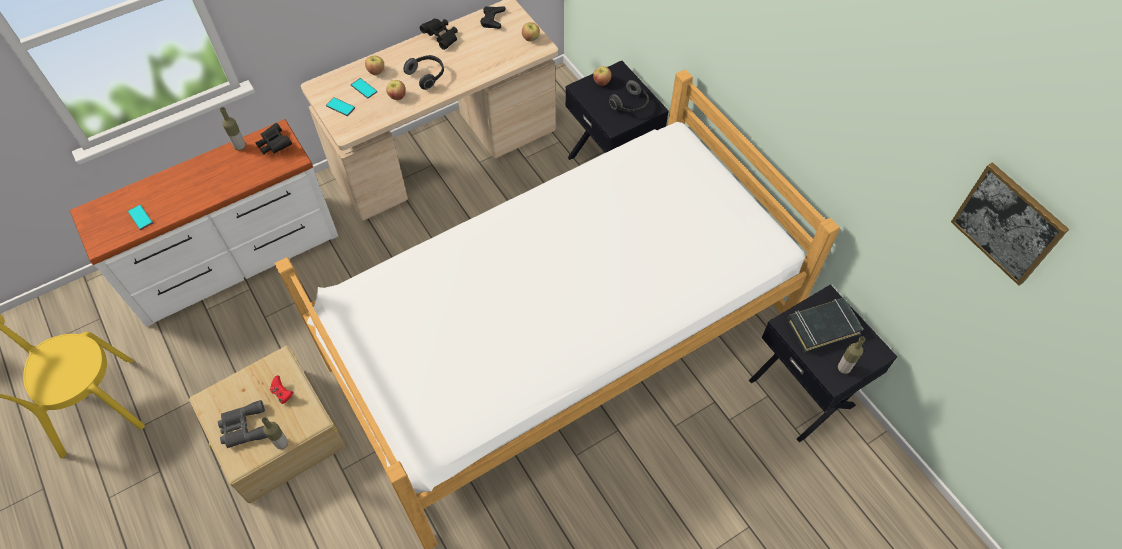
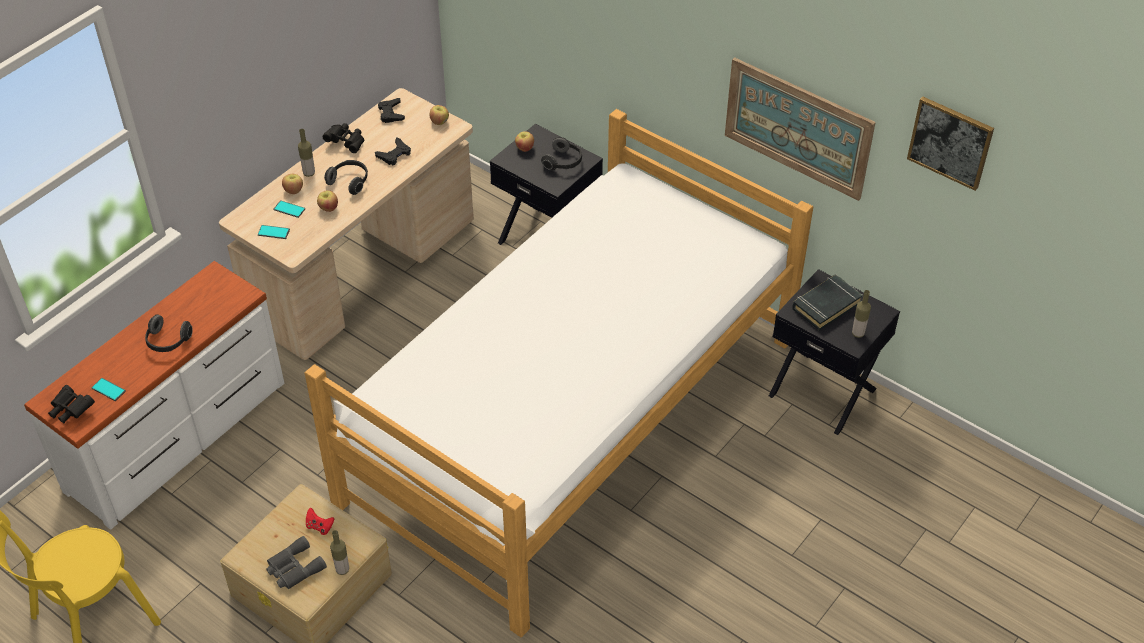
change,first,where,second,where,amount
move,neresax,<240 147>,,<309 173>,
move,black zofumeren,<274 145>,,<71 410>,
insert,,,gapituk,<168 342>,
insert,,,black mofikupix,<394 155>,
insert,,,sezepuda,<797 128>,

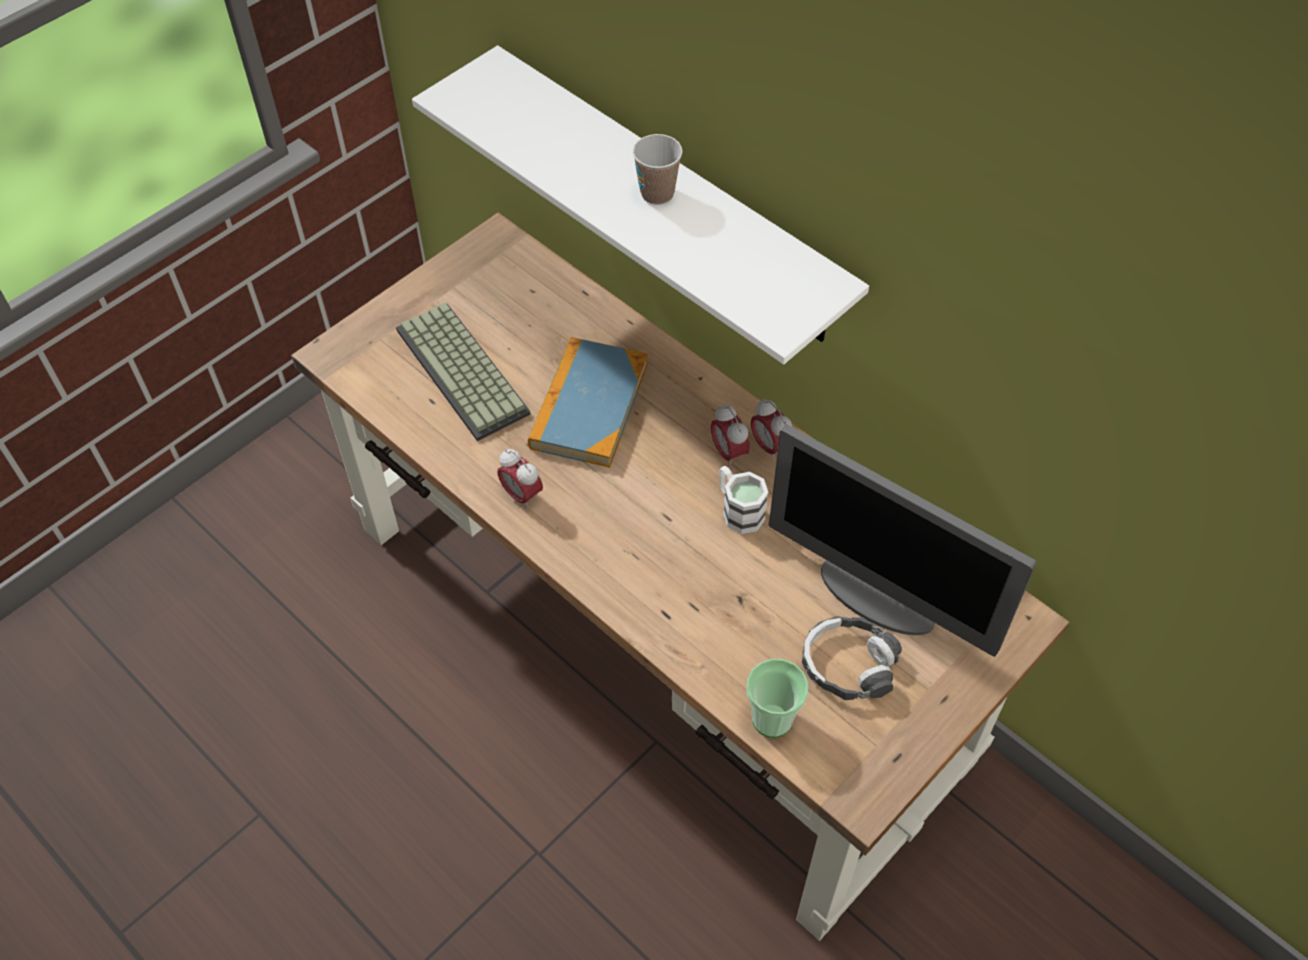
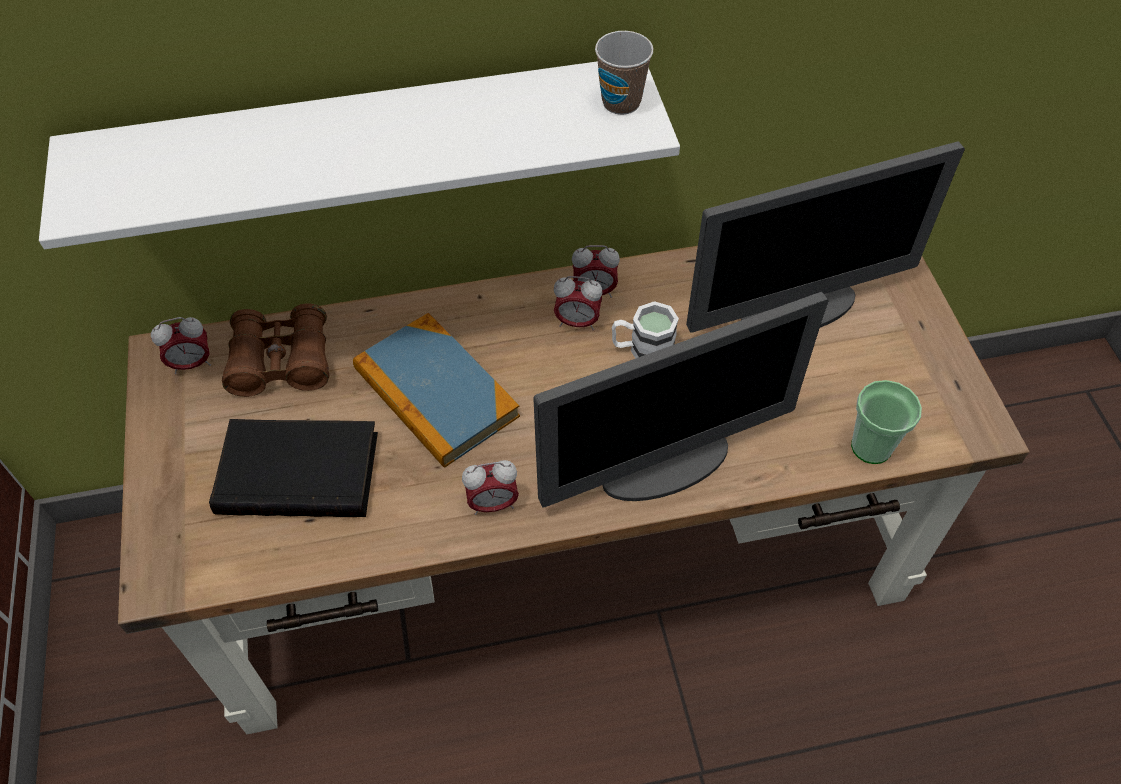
change,first,where,second,where,amount
replace,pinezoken,<465 371>,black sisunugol,<300 470>,
move,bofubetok,<657 193>,,<621 102>,
delete,gapituk,<848 665>,,,
insert,,,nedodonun,<192 364>,
insert,,,brown zofumeren,<281 362>,
insert,,,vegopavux,<666 465>,

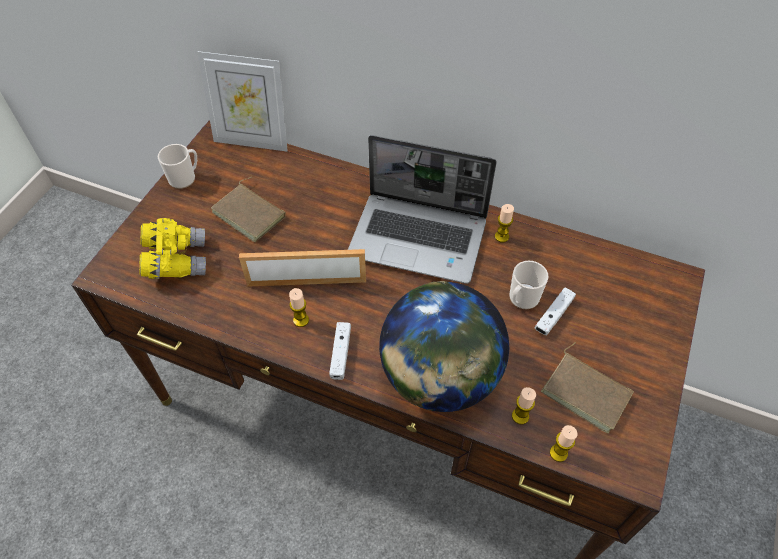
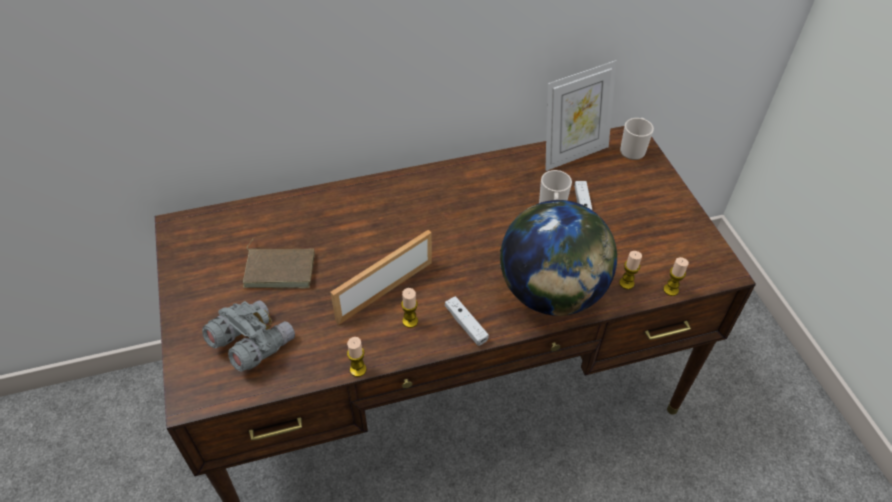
change,first,where,second,where,amount
recolor,yellow zofumeren,<176 260>,grey zofumeren,<251 344>,
move,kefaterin,<185 178>,,<633 149>,
move,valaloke,<252 141>,,<573 154>,
delete,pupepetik,<420 238>,,,
move,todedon,<501 236>,,<358 369>,
delete,brown sisunugol,<587 392>,,,

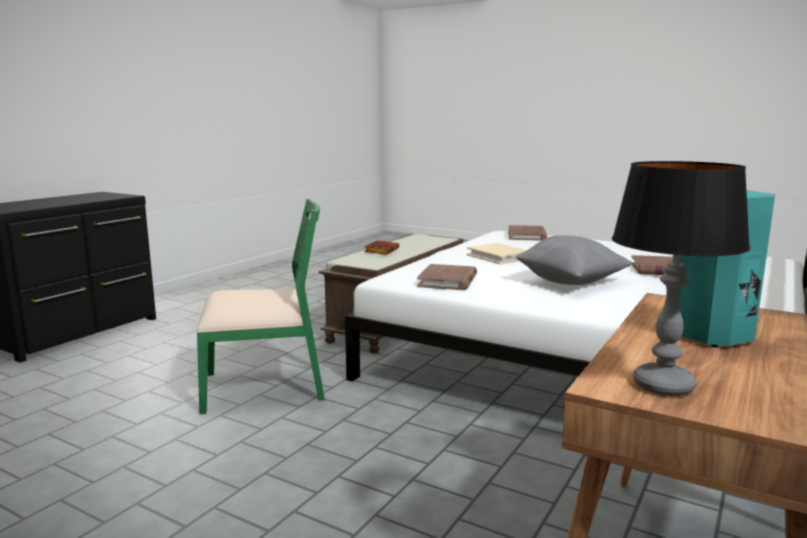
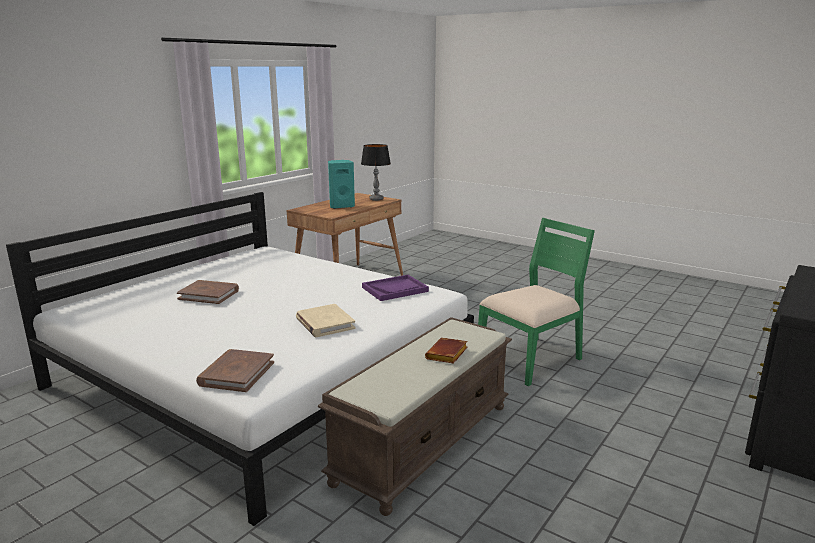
change,first,where,second,where,amount
rotate,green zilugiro,<264 387>,,<531 359>,150 degrees clockwise
replace,brown sisunugol,<448 281>,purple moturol,<395 289>,
delete,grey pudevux,<571 283>,,,

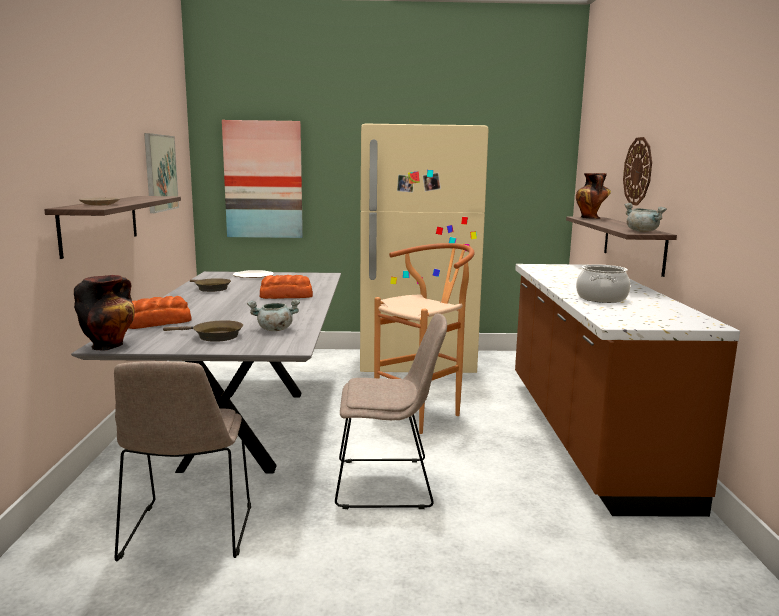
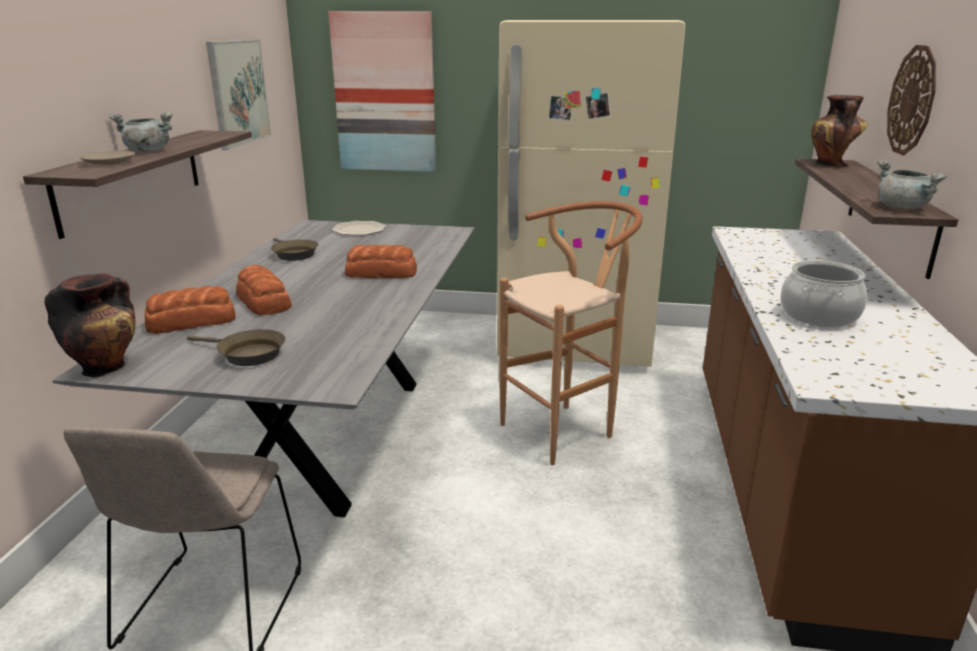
change,first,where,second,where,amount
move,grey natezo,<274 329>,,<146 151>,
delete,beige zilugiro,<388 483>,,,
insert,,,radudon,<263 302>,

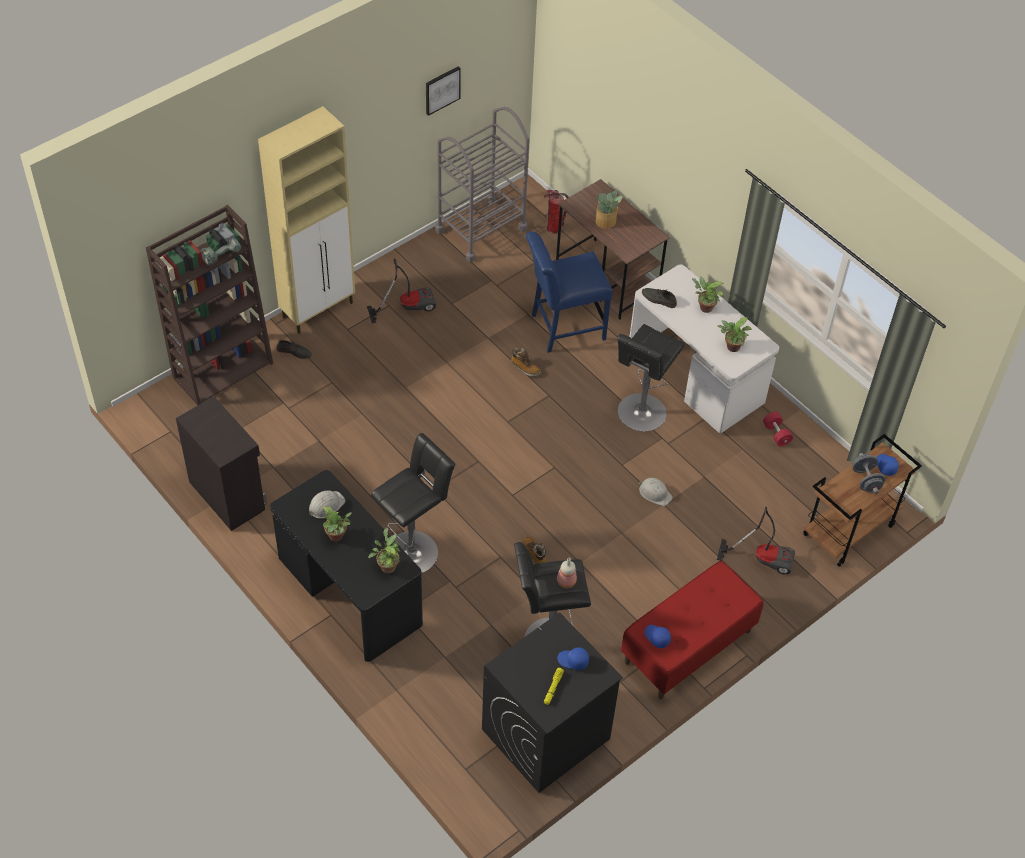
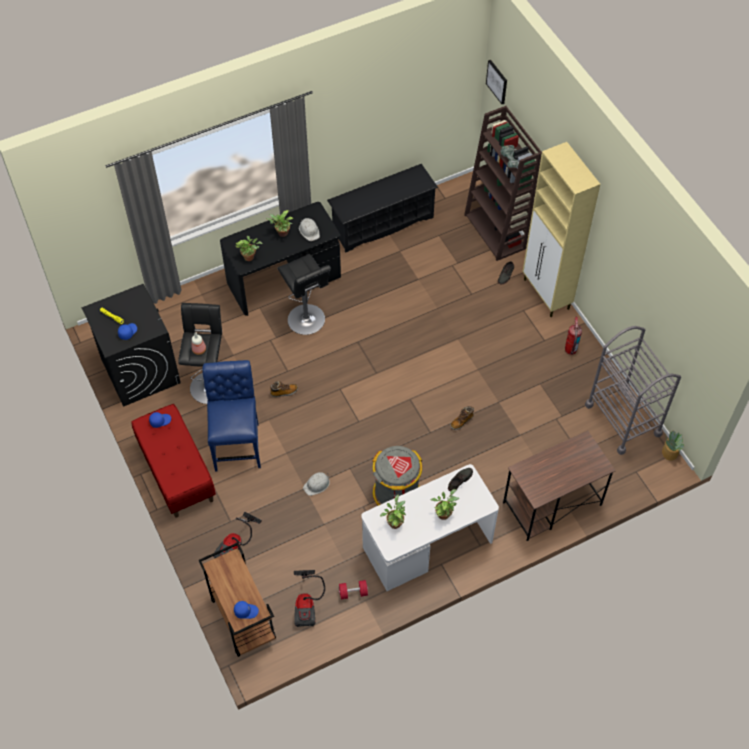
change,first,where,second,where,amount
replace,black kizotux,<228 495>,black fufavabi,<382 223>,
move,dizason,<407 305>,,<307 604>,
move,sezepuda,<442 90>,,<497 81>,
move,blue zilugiro,<563 327>,,<237 443>,
move,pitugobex,<554 228>,,<570 350>,
move,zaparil,<606 221>,,<669 453>,
replace,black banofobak,<640 415>,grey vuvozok,<396 493>,
delete,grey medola,<866 480>,,,

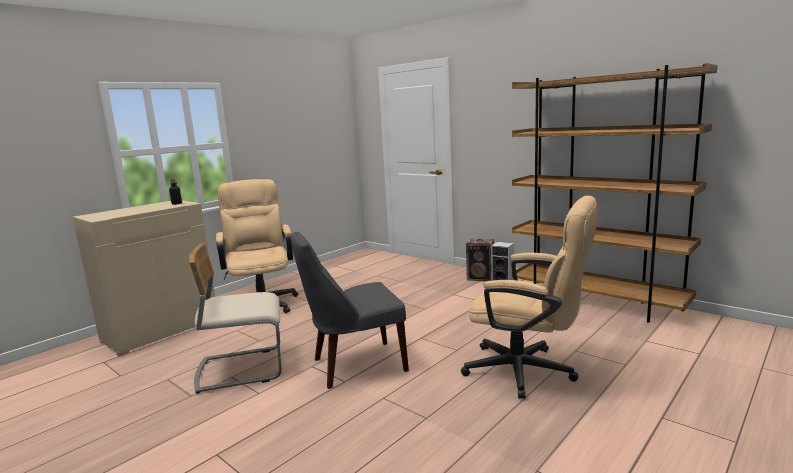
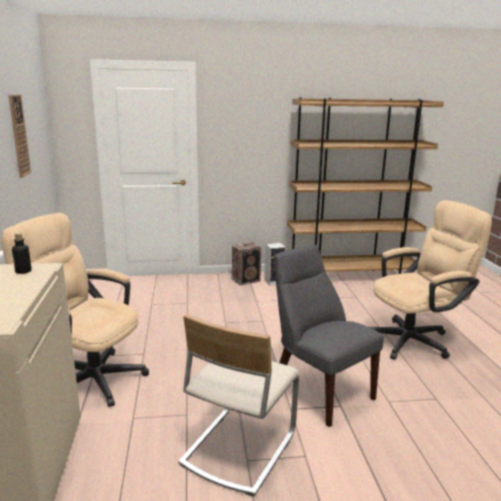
change,first,where,second,where,amount
rotate,grey zilugiro,<354 365>,,<318 390>,120 degrees clockwise
insert,,,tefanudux,<19 135>,

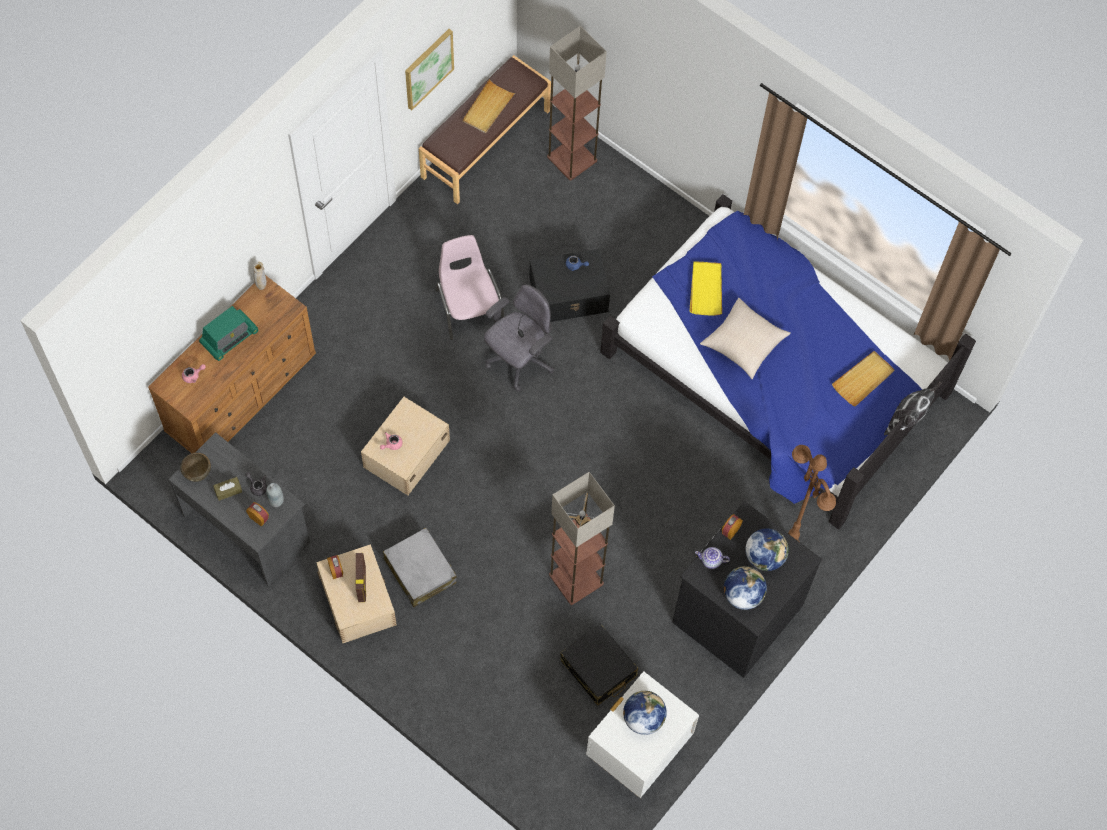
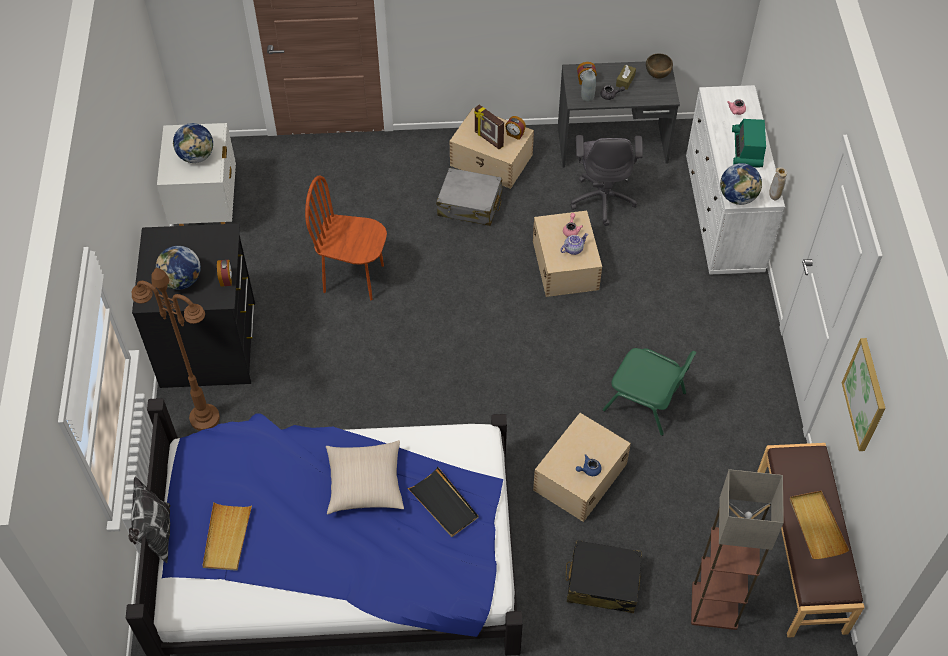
change,first,where,second,where,amount
recolor,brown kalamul,<242 393>,white kalamul,<723 215>,
recolor,pink zilugiro,<469 306>,green zilugiro,<646 401>,
move,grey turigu,<519 360>,,<603 199>,
recolor,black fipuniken,<569 295>,beige fipuniken,<579 477>,
replace,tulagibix,<576 580>,brown zilugiro,<354 278>,
move,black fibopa,<598 668>,,<602 582>,
recolor,yellow moturol,<706 289>,black moturol,<443 504>,
move,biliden,<711 561>,,<573 249>,
move,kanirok,<742 595>,,<738 197>,

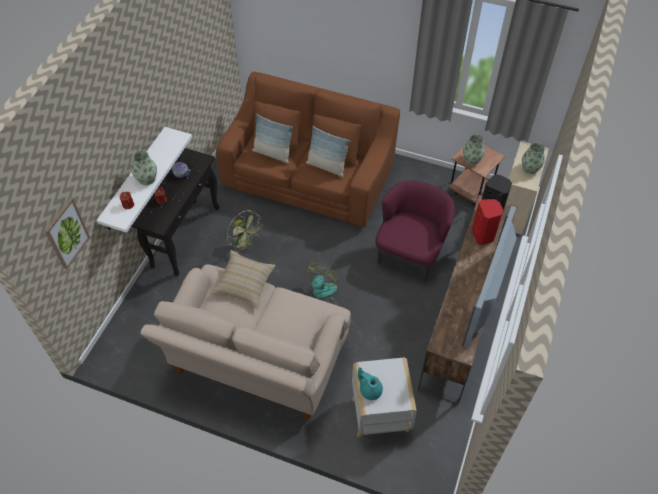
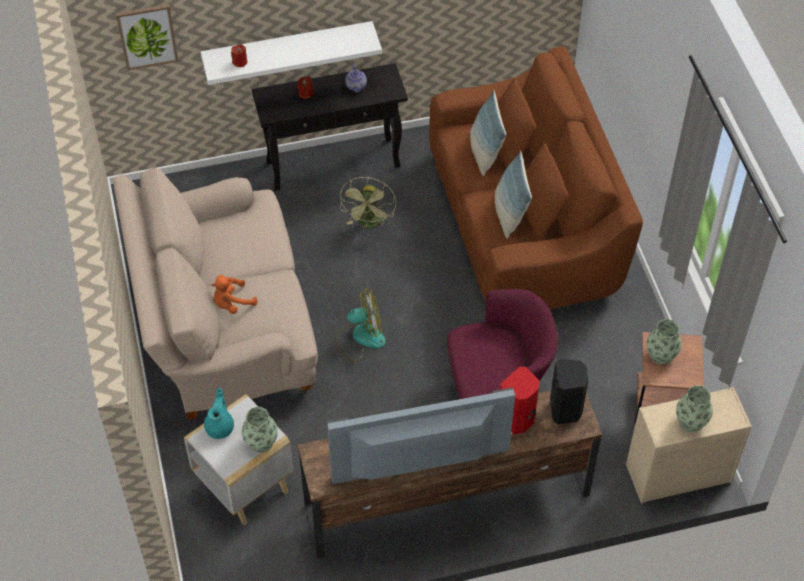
change,first,where,second,where,amount
move,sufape,<147 179>,,<261 442>,
delete,beige pudevux,<244 284>,,,
insert,,,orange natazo,<232 303>,

